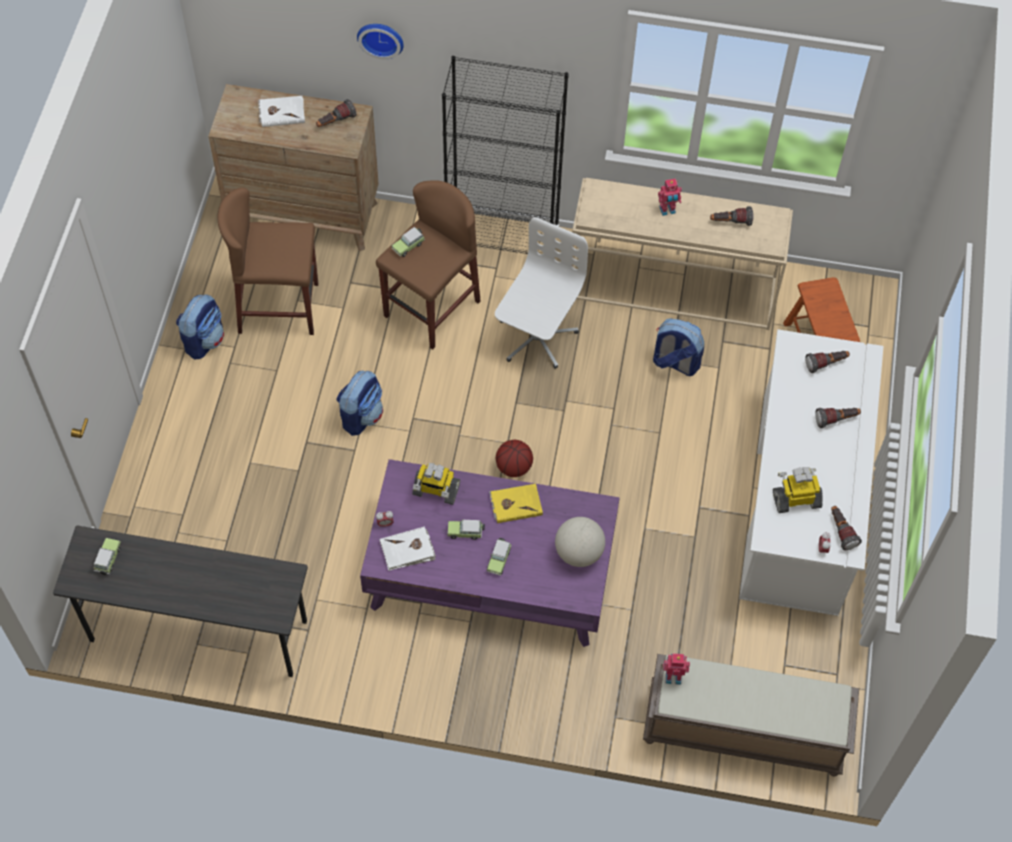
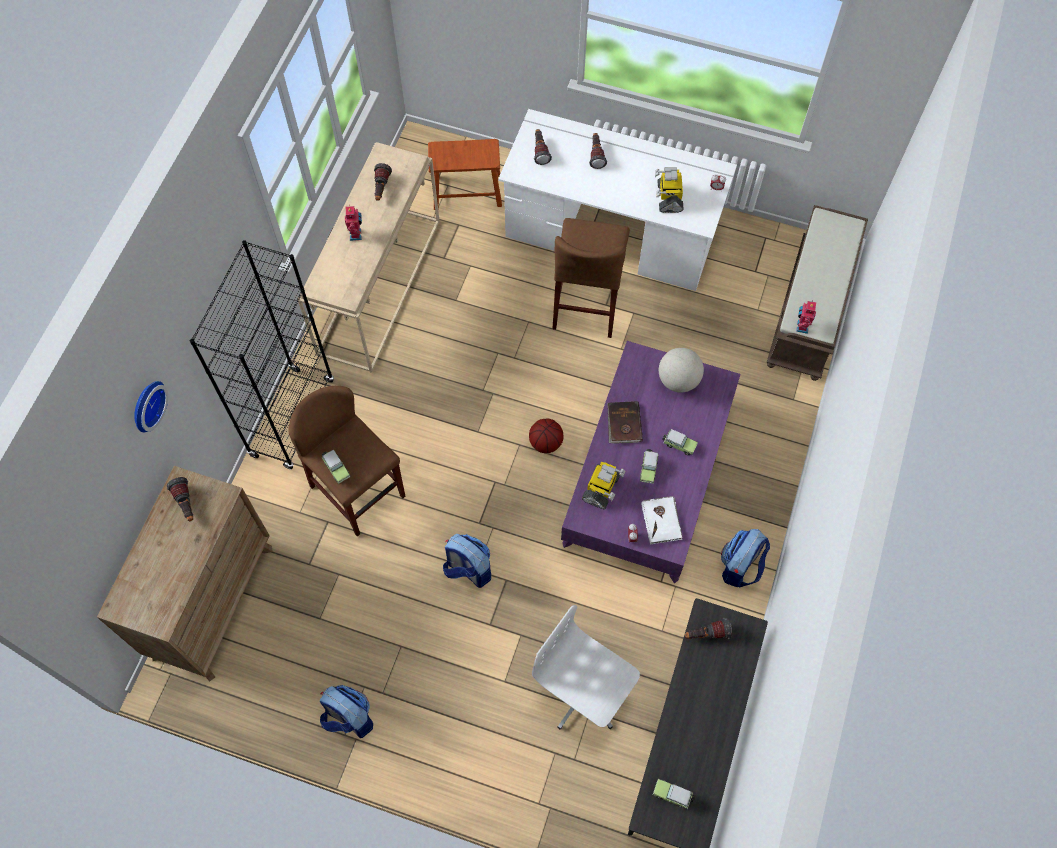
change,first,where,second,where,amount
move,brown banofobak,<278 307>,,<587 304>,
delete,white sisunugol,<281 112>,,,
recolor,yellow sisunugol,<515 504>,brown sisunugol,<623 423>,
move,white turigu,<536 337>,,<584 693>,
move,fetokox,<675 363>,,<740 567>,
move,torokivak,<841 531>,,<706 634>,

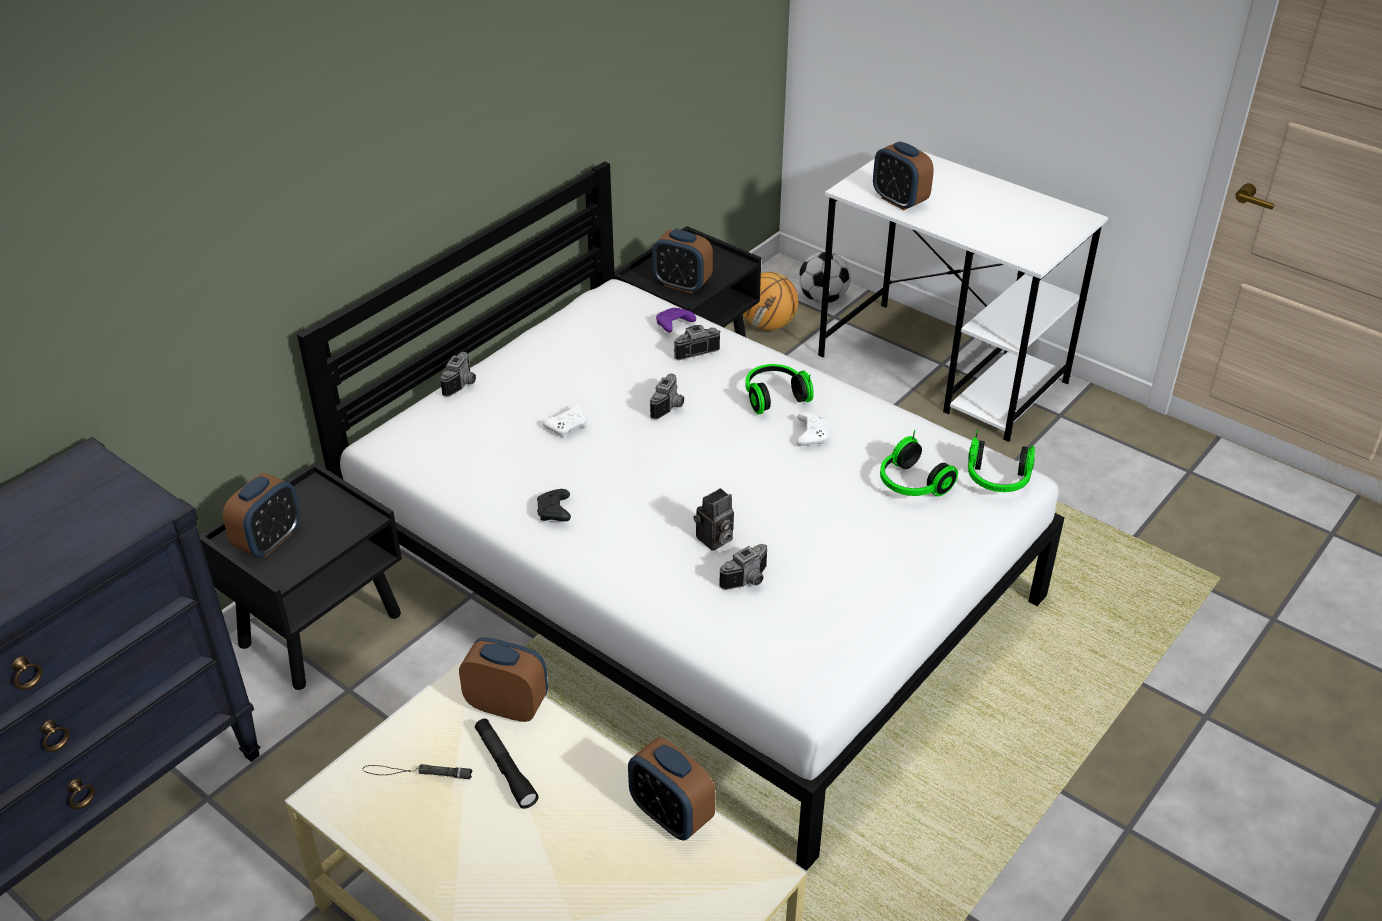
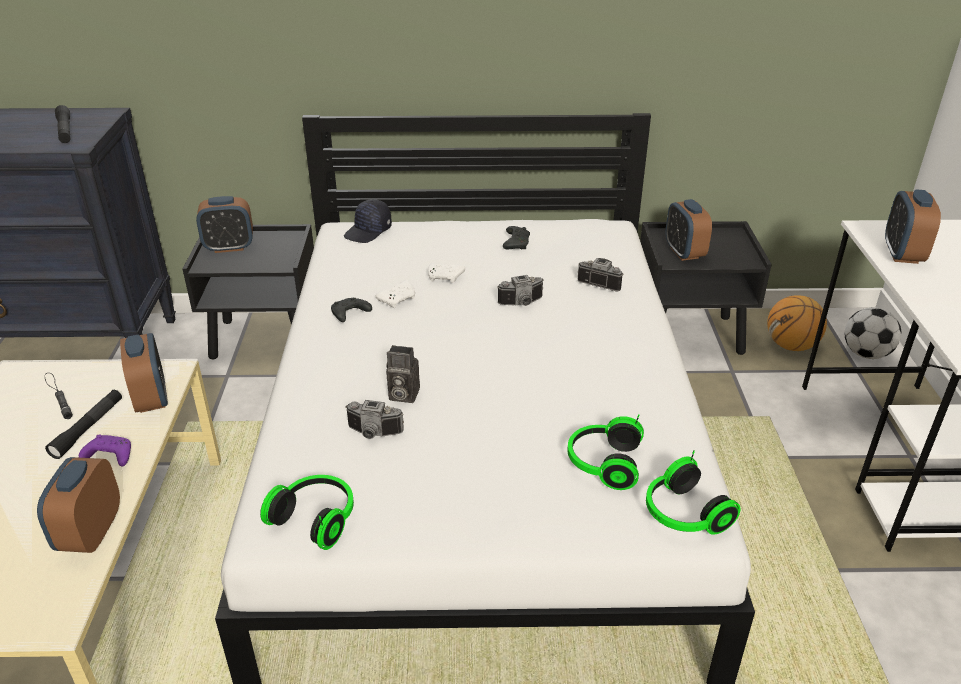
change,first,where,second,where,amount
delete,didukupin,<463 384>,,,
move,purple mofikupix,<673 325>,,<109 457>,
move,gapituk,<774 396>,,<316 518>,
move,white mofikupix,<811 434>,,<398 299>,
insert,,,black torokivak,<65 131>,
insert,,,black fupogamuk,<368 231>,
insert,,,black mofikupix,<516 243>,

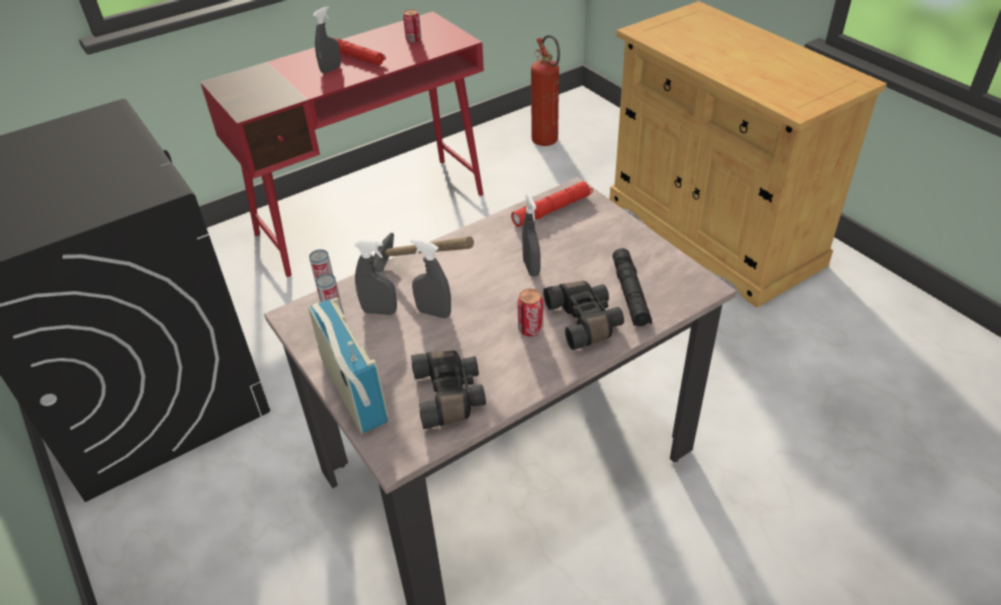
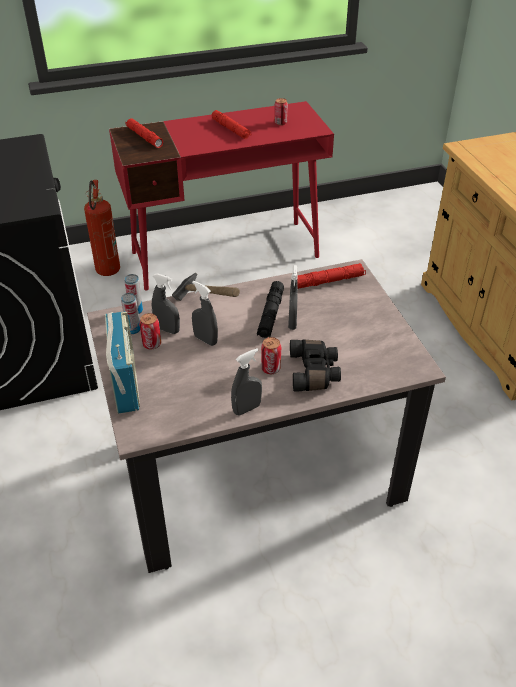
change,first,where,second,where,amount
move,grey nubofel,<331 69>,,<247 409>,
delete,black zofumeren,<450 396>,,,
move,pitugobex,<547 143>,,<107 273>,
move,black torokivak,<630 294>,,<270 314>,
insert,,,red torokivak,<144 137>,
insert,,,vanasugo,<152 344>,

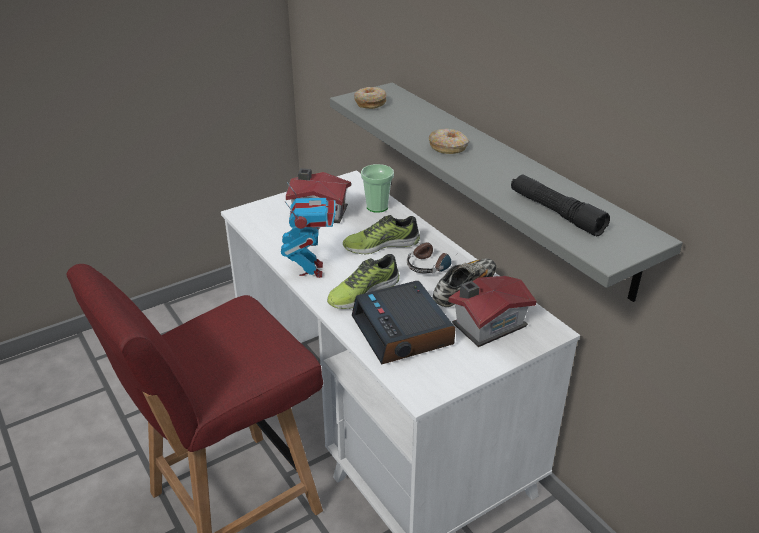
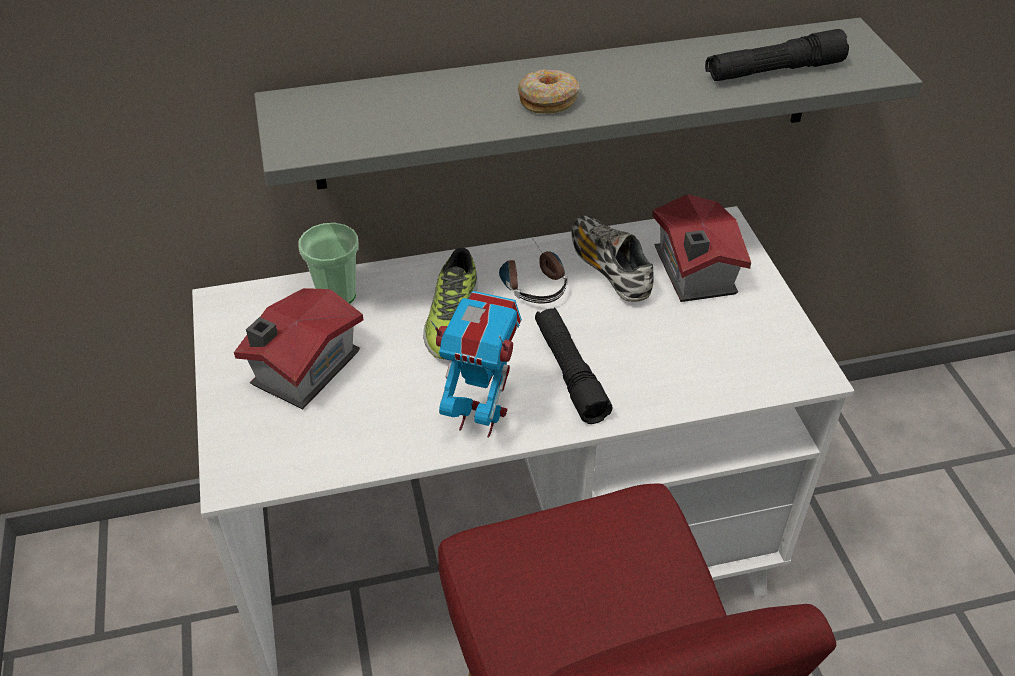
change,first,where,second,where,amount
replace,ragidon,<362 292>,black torokivak,<569 372>,
delete,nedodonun,<403 331>,,,
delete,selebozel,<370 103>,,,

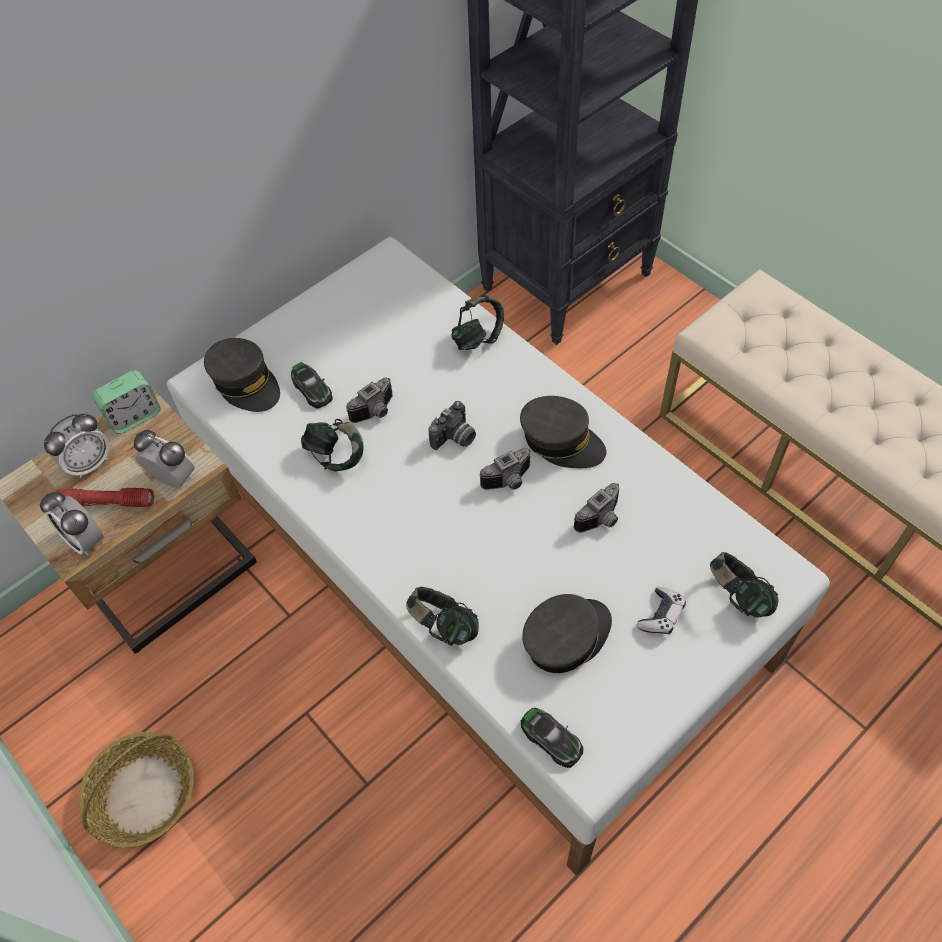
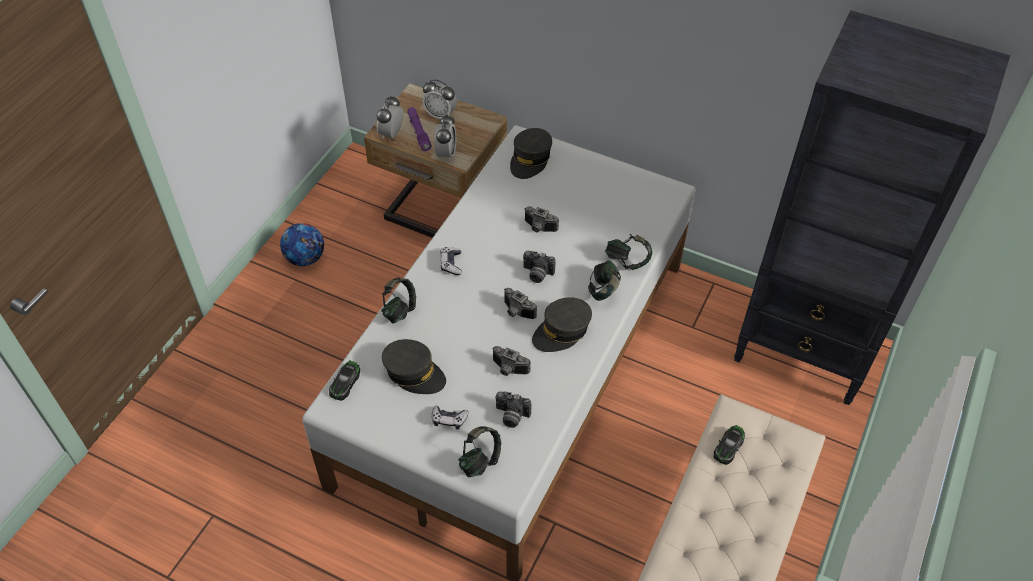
change,first,where,second,where,amount
recolor,red torokivak,<107 502>,purple torokivak,<419 132>,
replace,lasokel,<144 793>,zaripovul,<305 258>,
delete,nedodonun,<134 416>,,,
move,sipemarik,<312 389>,,<728 447>,
move,gapituk,<336 456>,,<603 290>,
rotate,grey fupogamuk,<561 441>,,<562 331>,45 degrees clockwise
insert,,,mofikupix,<451 264>,
insert,,,didukupin,<511 416>,

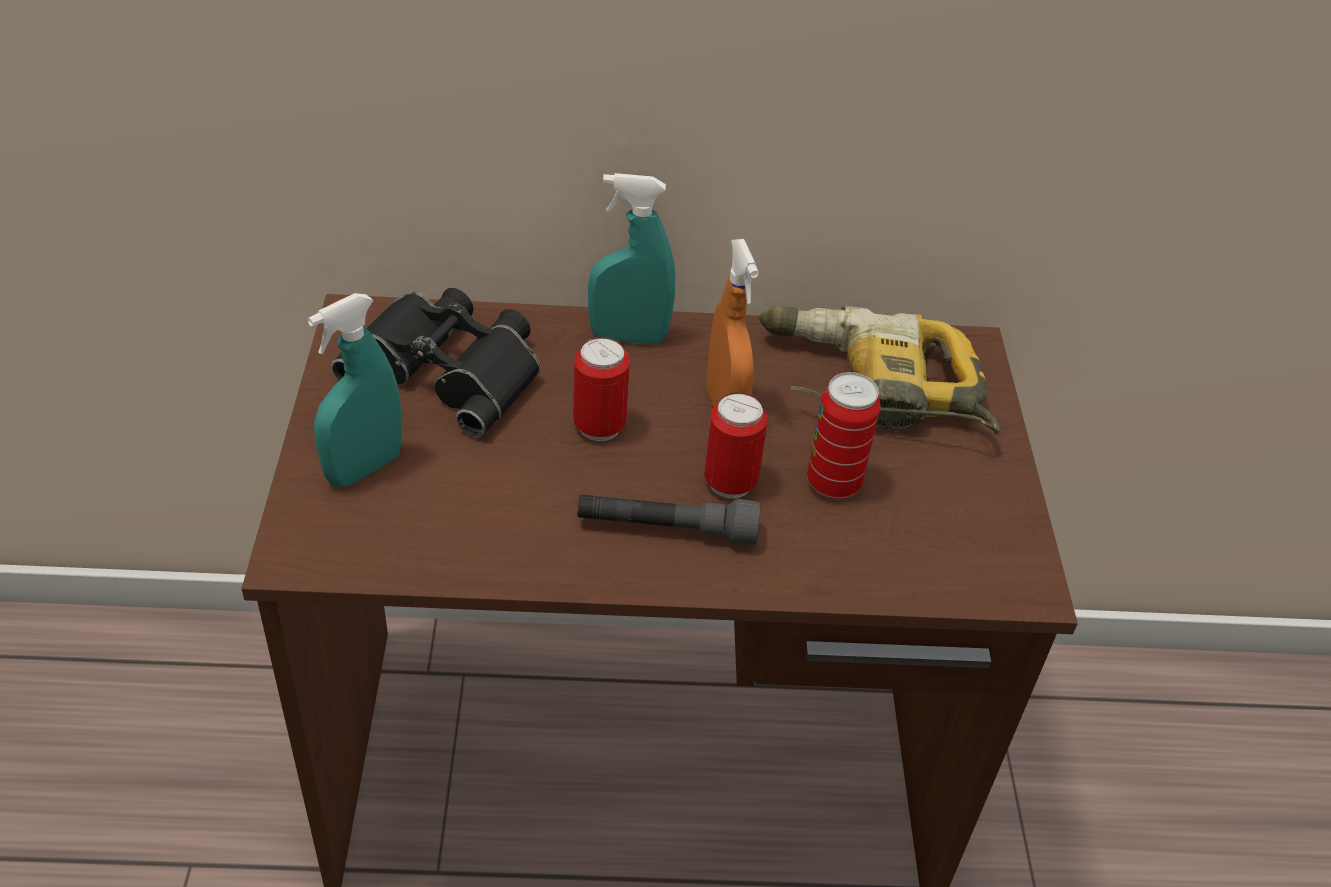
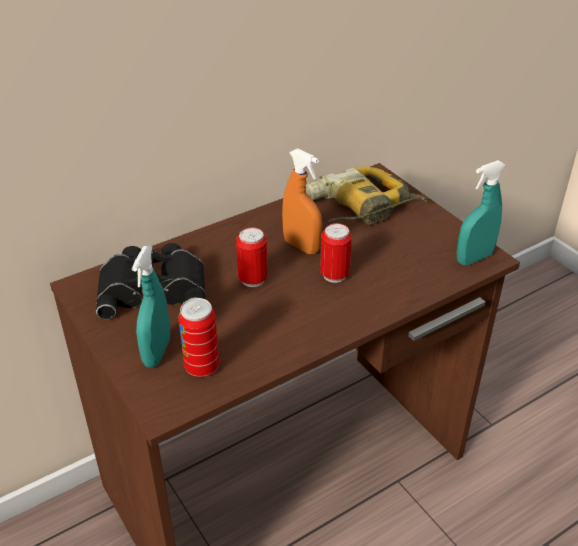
change,first,where,second,where,amount
delete,grey torokivak,<666 529>,,,
move,turquoise nubofel,<628 337>,,<474 258>,
move,vanasugo,<833 483>,,<202 367>,

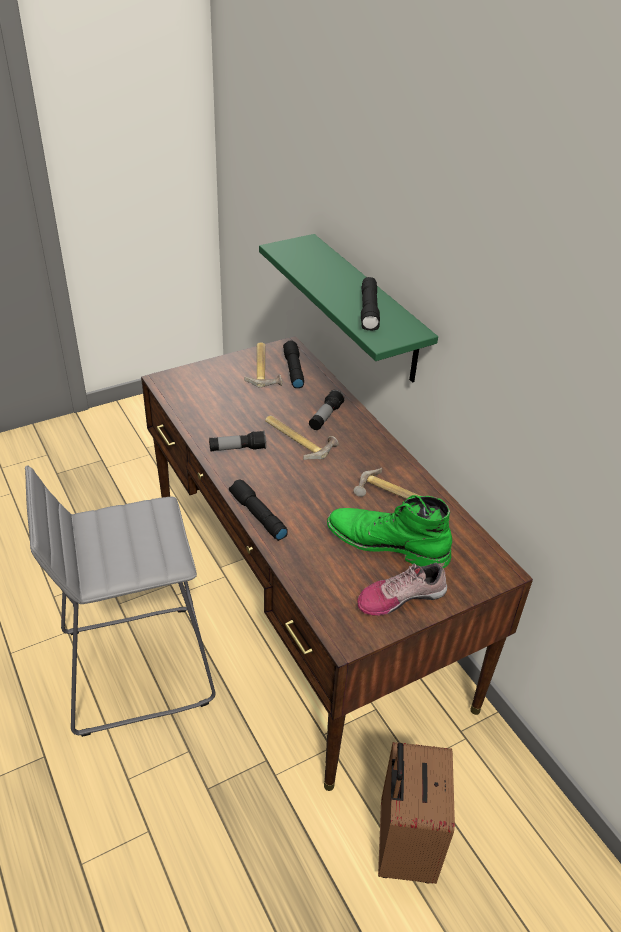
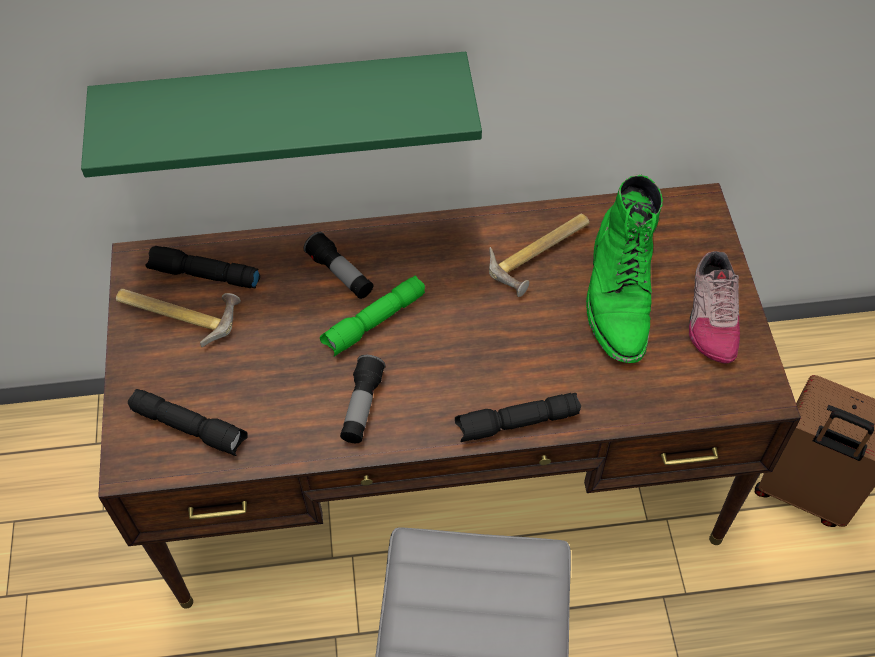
change,first,where,second,where,amount
replace,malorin,<298 439>,green torokivak,<374 323>,
rotate,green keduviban,<387 543>,,<618 295>,45 degrees counterclockwise
move,black torokivak,<369 311>,,<190 427>,

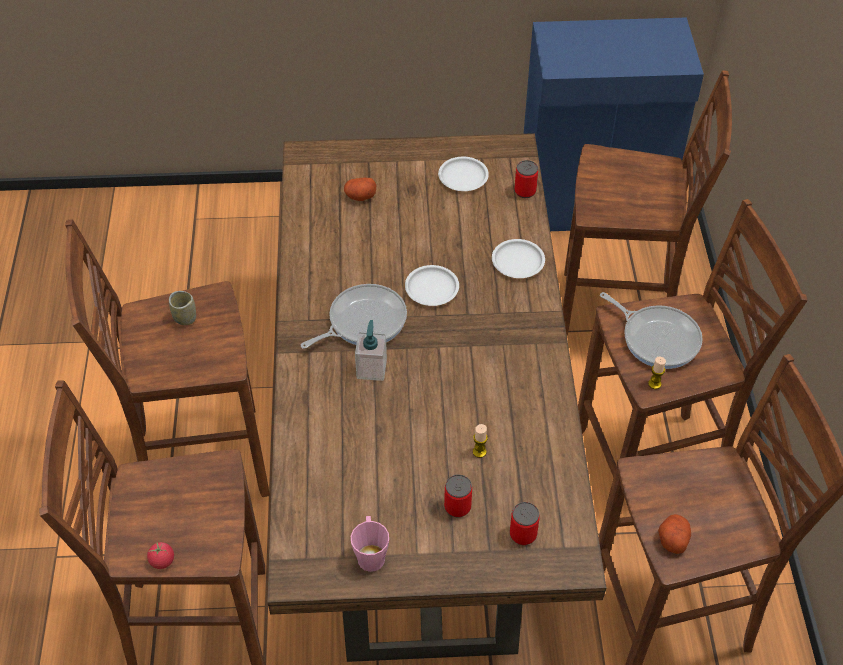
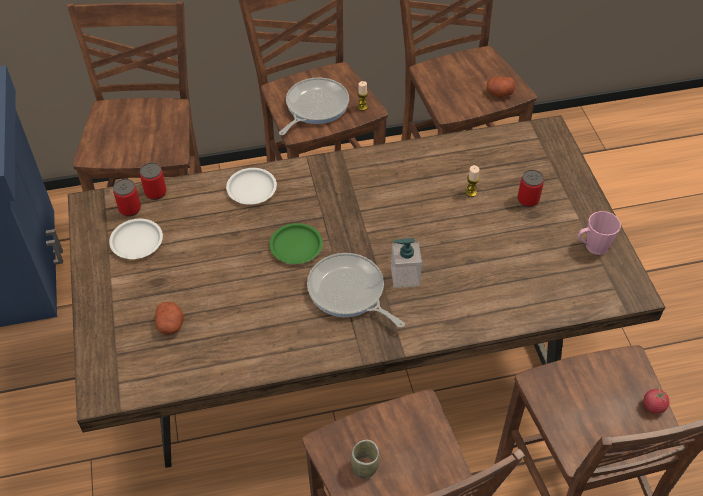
change,first,where,second,where,amount
recolor,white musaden,<432 288>,green musaden,<295 246>,
move,vanasugo,<523 534>,,<130 209>,

